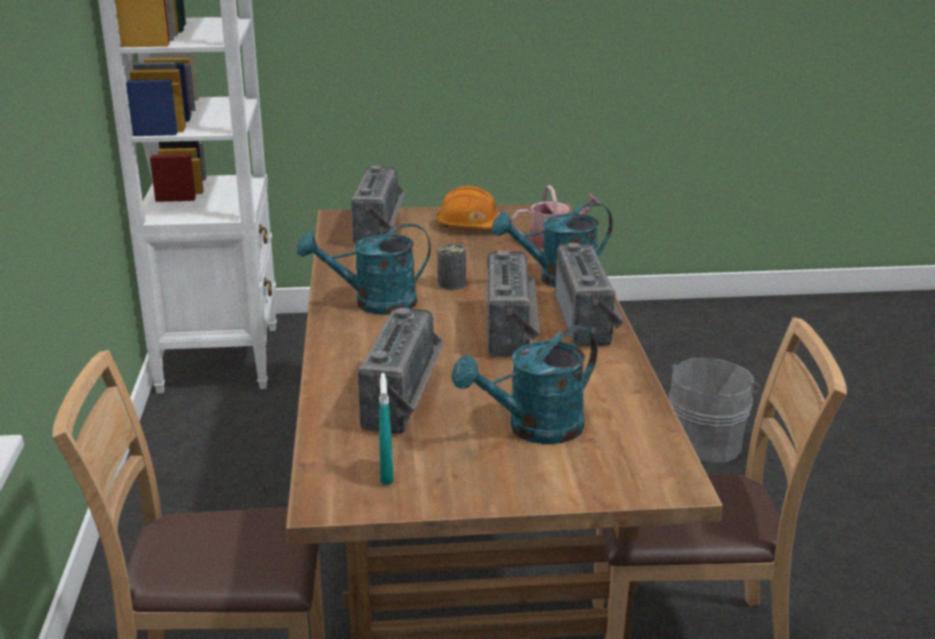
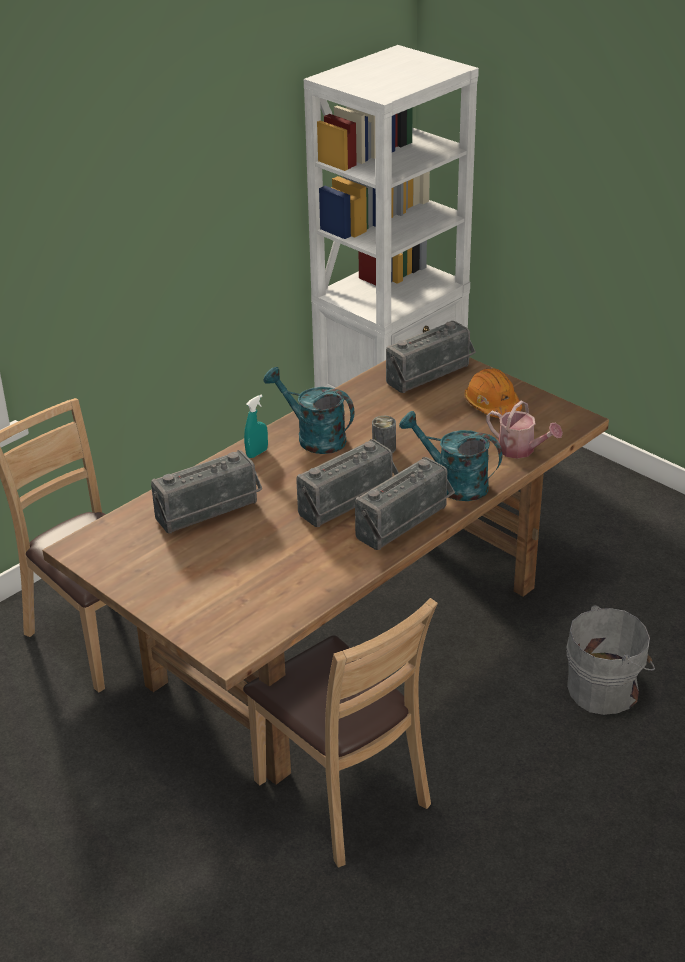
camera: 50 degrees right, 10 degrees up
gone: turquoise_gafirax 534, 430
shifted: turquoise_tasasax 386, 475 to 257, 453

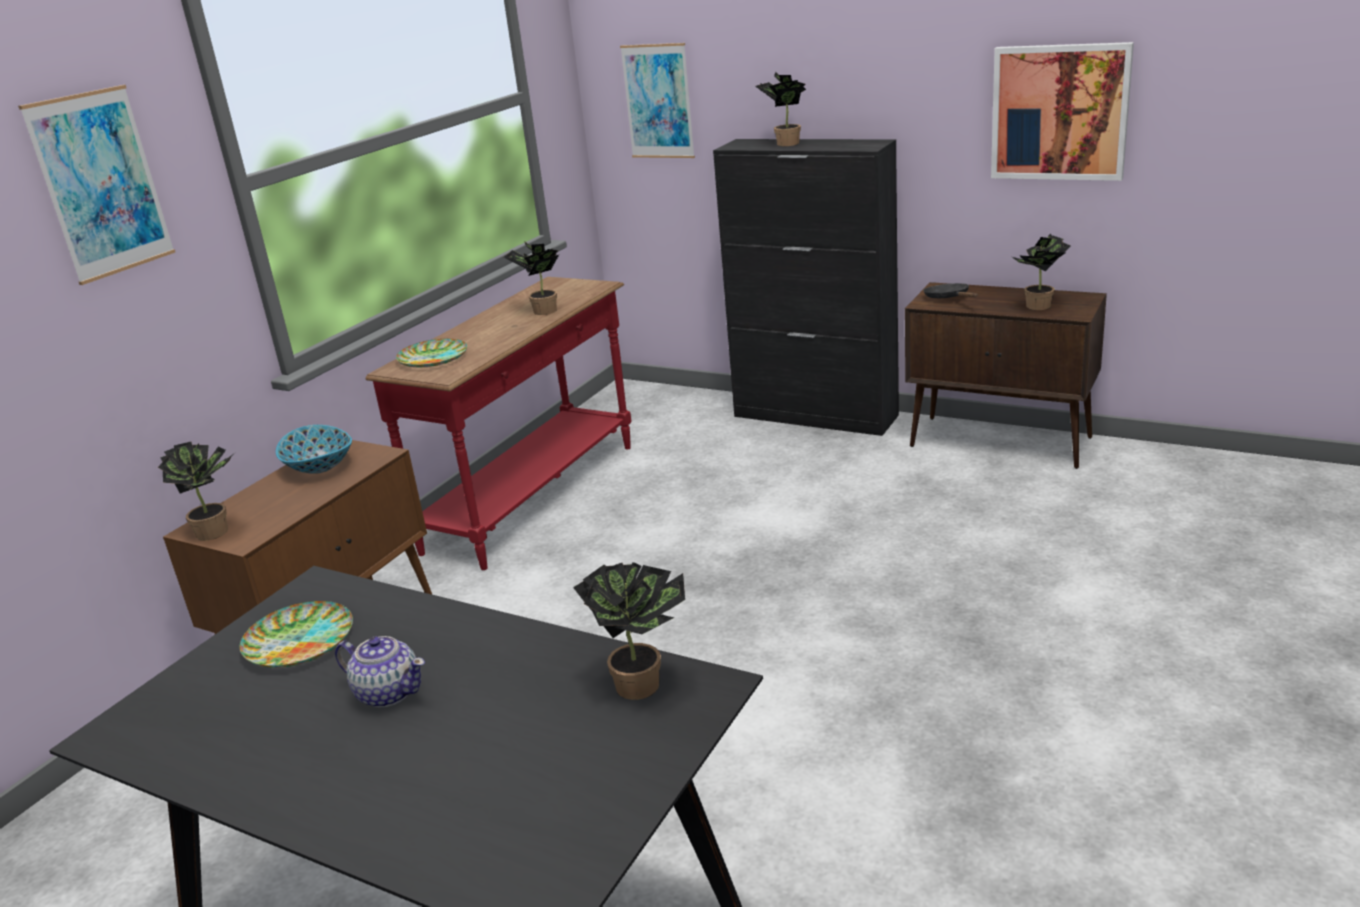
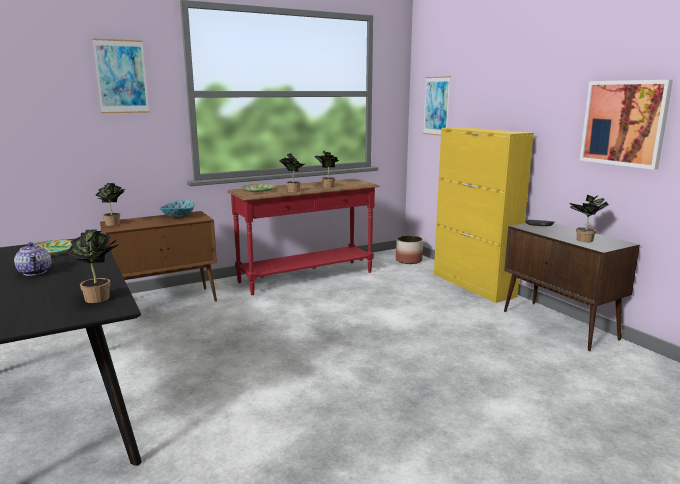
camera: 30 degrees right, 10 degrees down
new: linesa 409, 260
shifted: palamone 784, 144 to 292, 190
repainted: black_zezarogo 816, 416 to yellow_zezarogo 473, 285

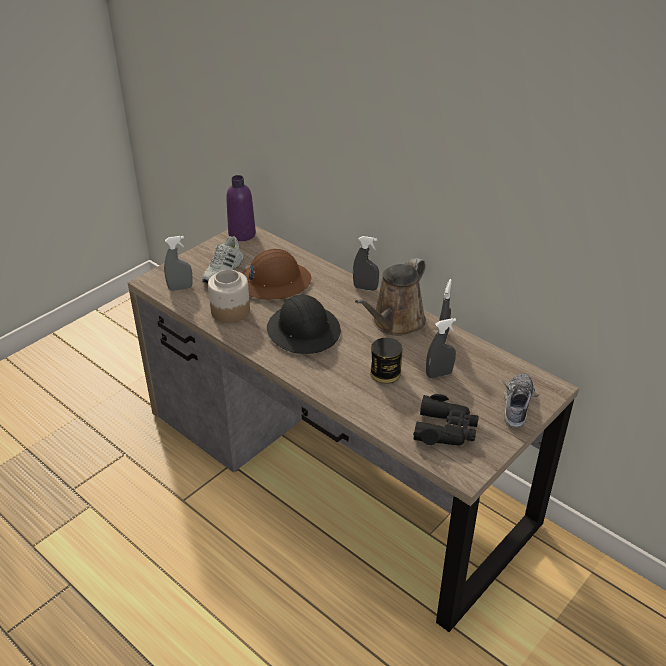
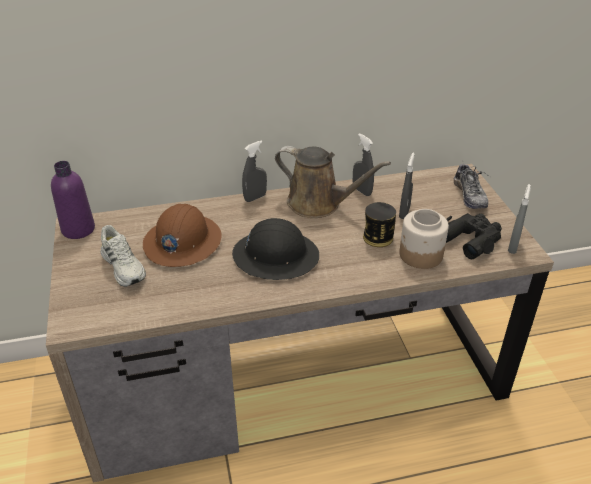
camera: 55 degrees left, 0 degrees up
shifted: grey_tasasax 180, 288 to 513, 246; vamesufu 230, 311 to 420, 255
rotated: brown_gafirax 395, 323 = 319, 204 45 degrees counterclockwise; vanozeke 517, 405 = 469, 195 150 degrees counterclockwise

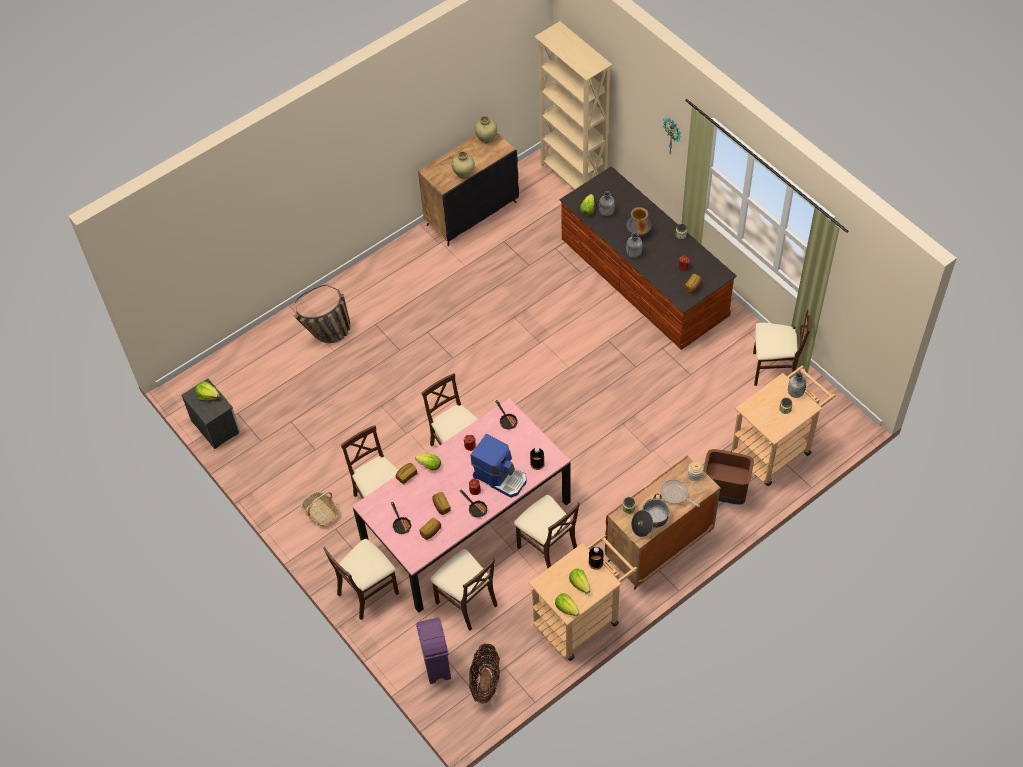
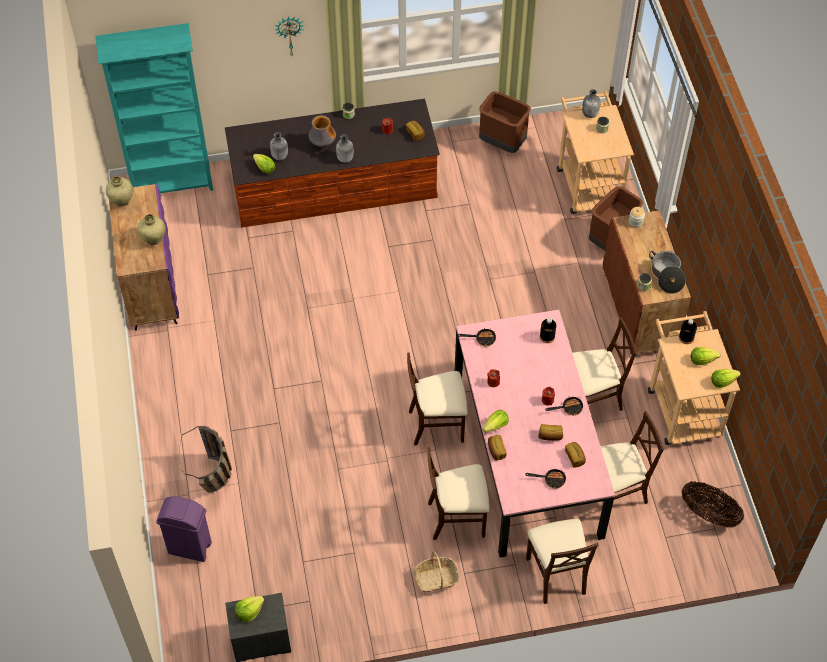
camera: 65 degrees left, 0 degrees up
gone: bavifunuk 500, 477; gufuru 675, 494
shifted: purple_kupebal 437, 665 to 189, 547
swapped: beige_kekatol 774, 369 to brown_kupebal 503, 143
repainted: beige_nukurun 573, 178 to turquoise_nukurun 173, 184; black_zezarogo 472, 213 to purple_zezarogo 150, 285

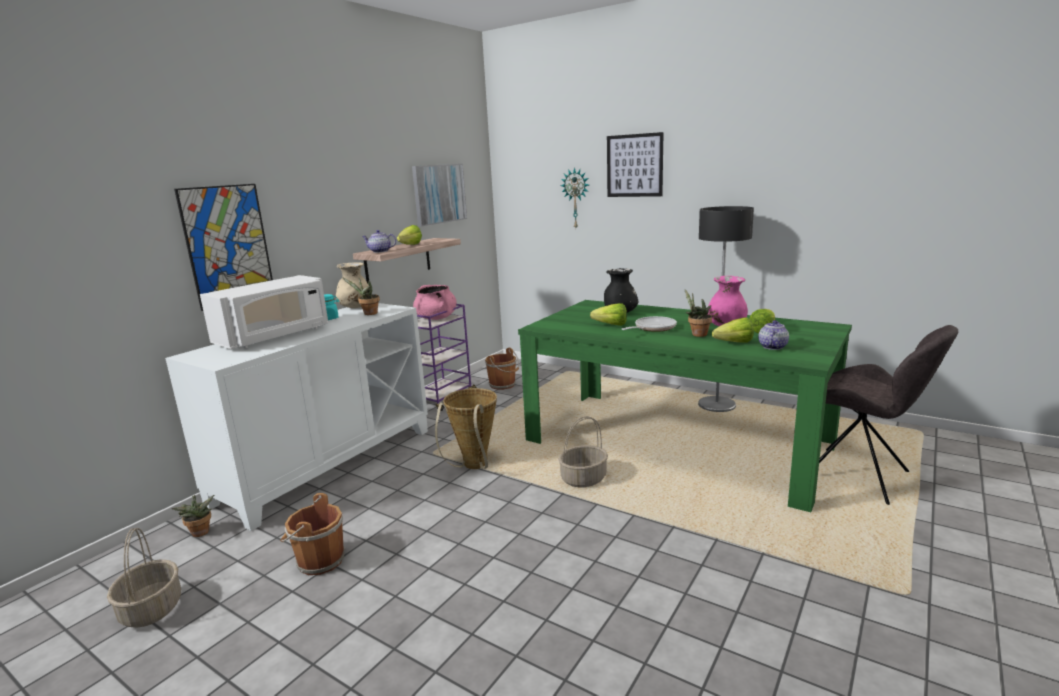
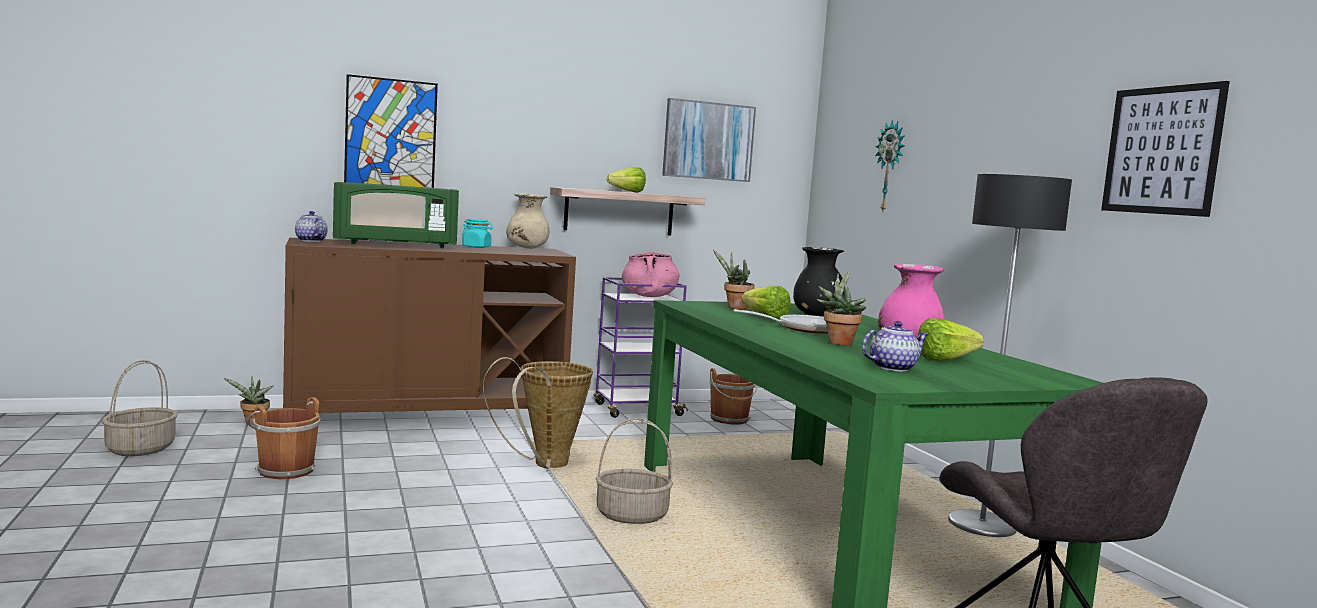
camera: 35 degrees right, 10 degrees down
gone: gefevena 730, 343
shifted: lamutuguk 634, 165 to 1162, 150; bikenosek 380, 251 to 310, 240; palamone 368, 314 to 734, 308
repainted: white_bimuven 274, 336 to green_bimuven 396, 244; white_zezarogo 327, 465 to brown_zezarogo 427, 418

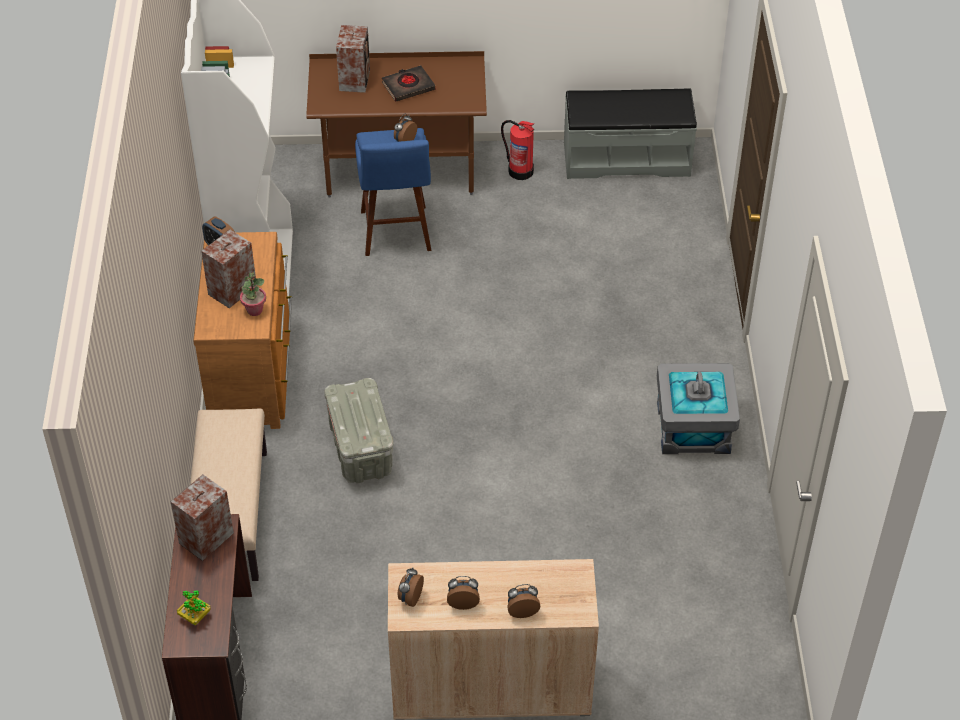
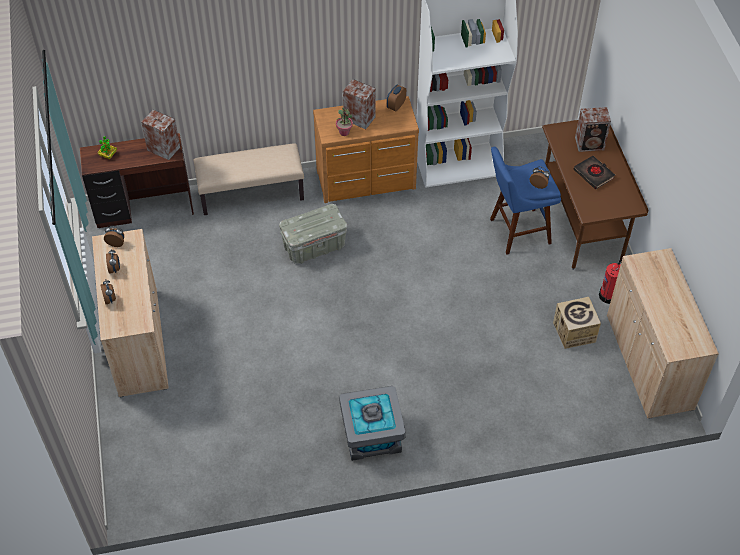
camera: 80 degrees right, 5 degrees up
new: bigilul 574, 332
swapped: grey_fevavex 626, 158 to beige_zezarogo 648, 362

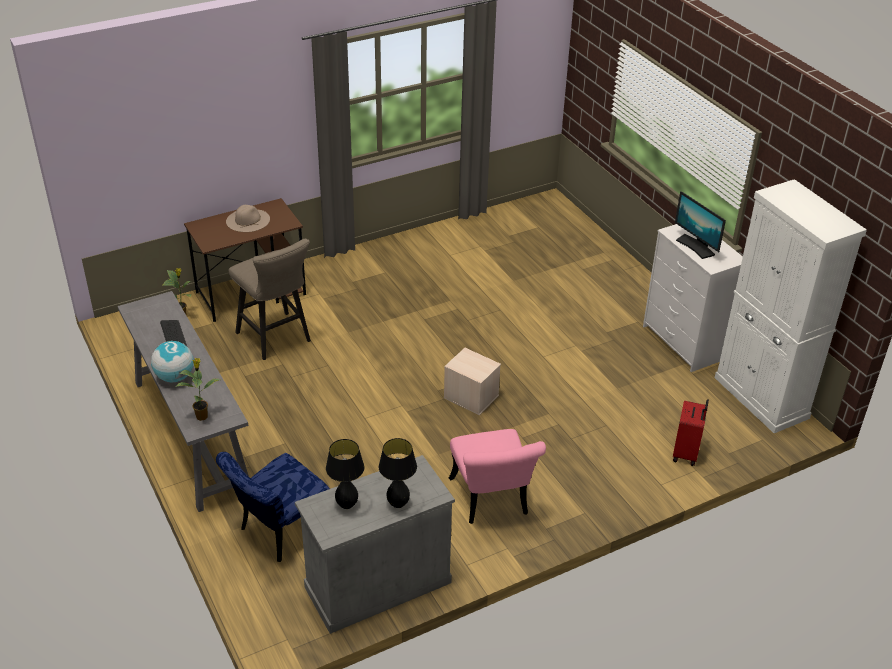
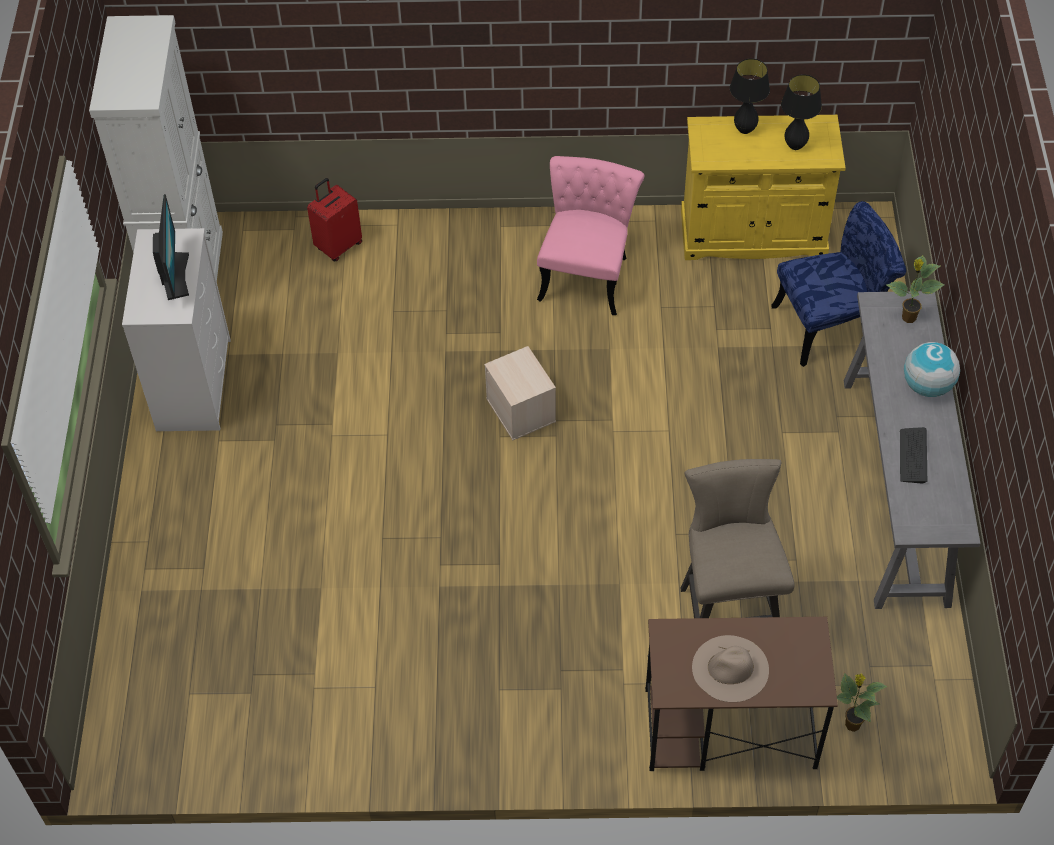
camera: 150 degrees left, 15 degrees up
repainted: grey_zezarogo 377, 584 to yellow_zezarogo 753, 234

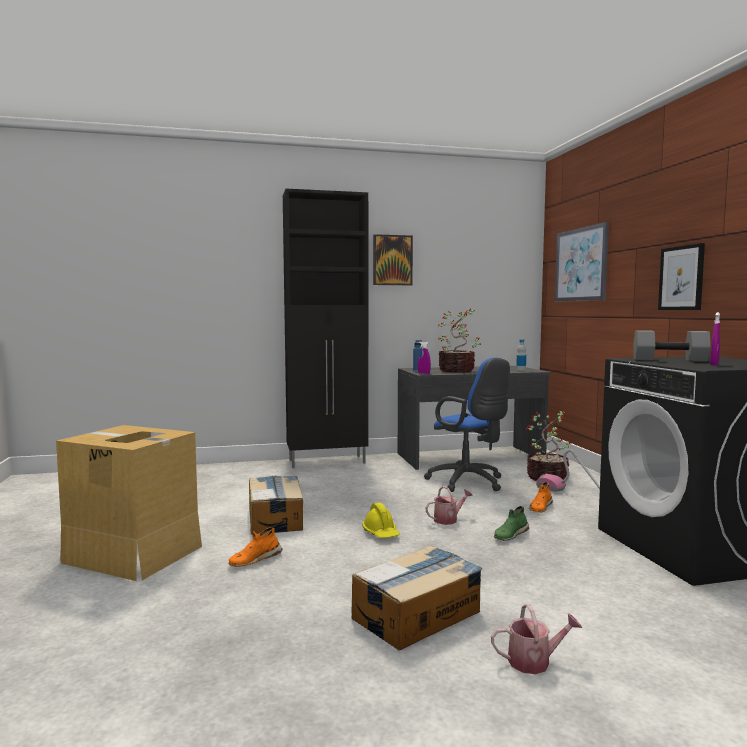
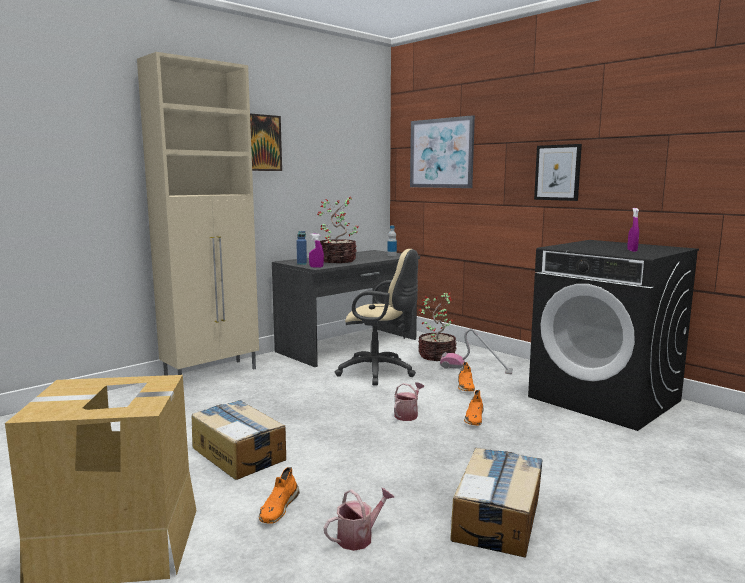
camera: 30 degrees left, 5 degrees up
gone: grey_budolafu 670, 360; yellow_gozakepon 381, 533
shifted: gafirax 534, 661 to 359, 537
repainted: black_zezarogo 328, 461 to beige_zezarogo 213, 373; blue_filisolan 469, 483 to beige_filisolan 380, 372; green_vanozeke 510, 535 to orange_vanozeke 474, 418

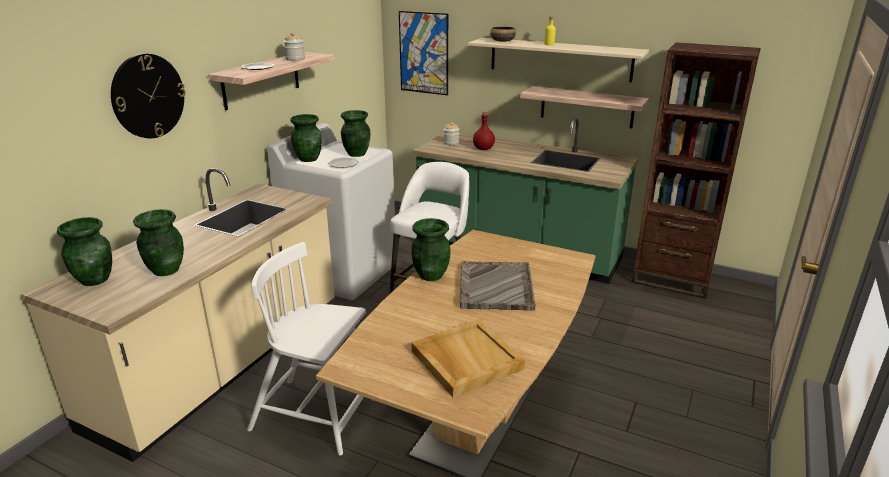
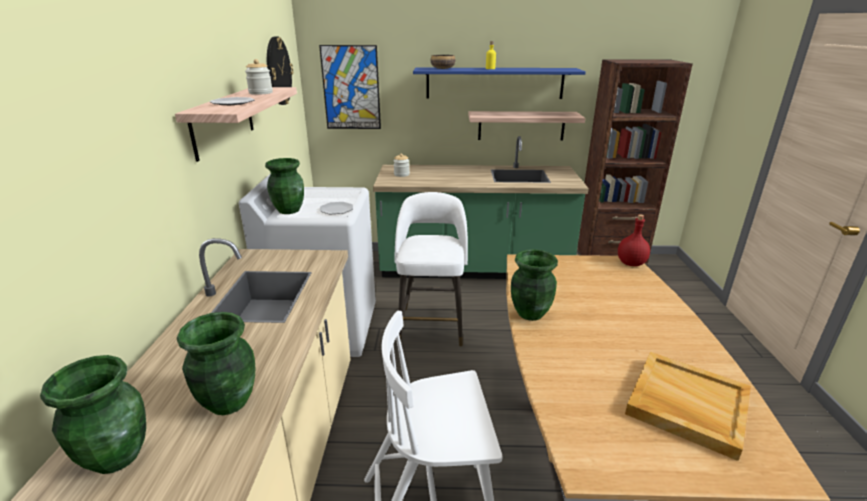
camera: 25 degrees left, 0 degrees up
gone: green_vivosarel 356, 154; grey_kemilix 495, 287
shifted: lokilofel 148, 96 to 278, 71; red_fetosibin 483, 149 to 631, 263
repainted: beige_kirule 559, 59 to blue_kirule 494, 83

